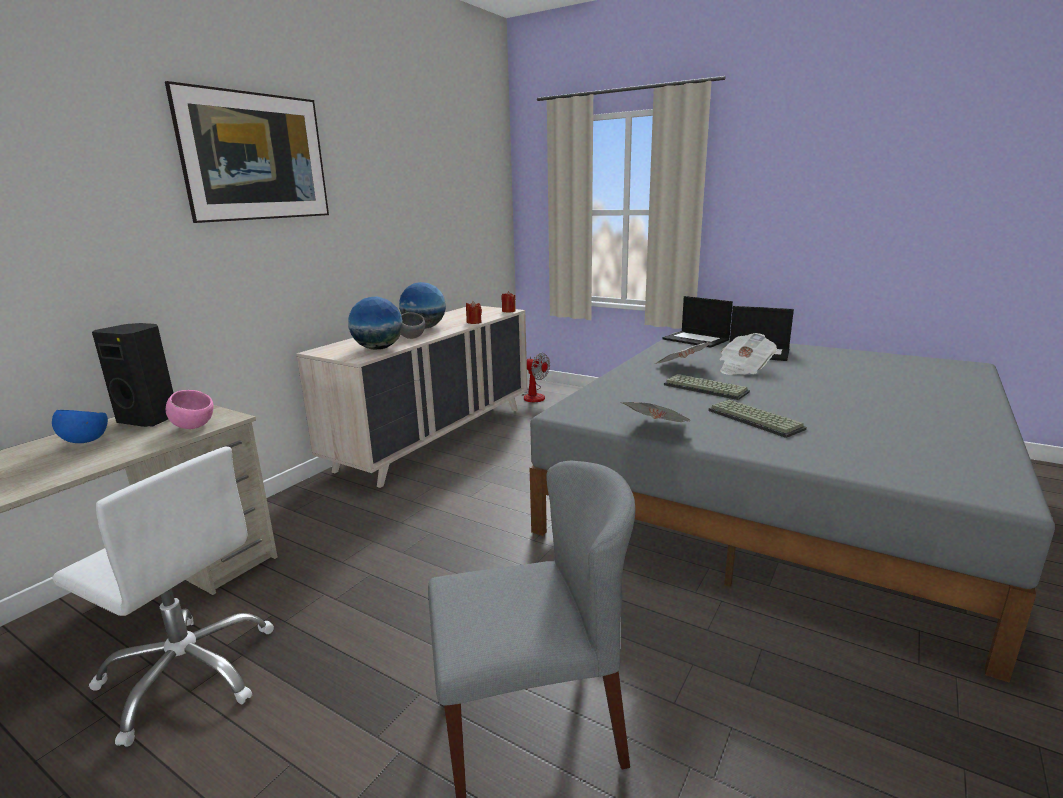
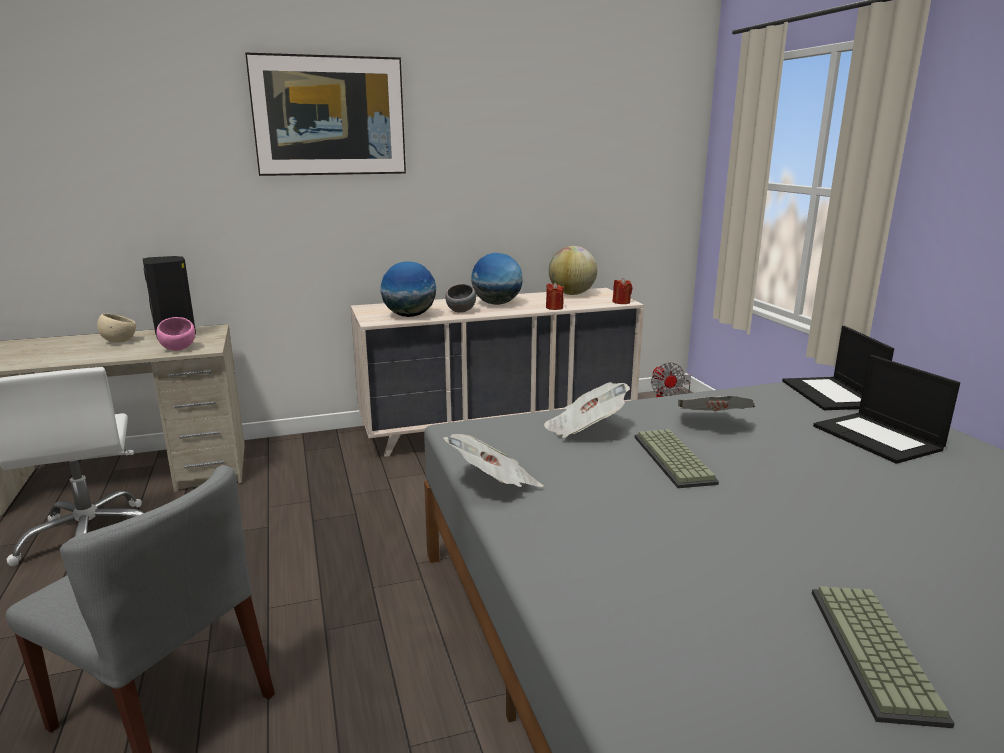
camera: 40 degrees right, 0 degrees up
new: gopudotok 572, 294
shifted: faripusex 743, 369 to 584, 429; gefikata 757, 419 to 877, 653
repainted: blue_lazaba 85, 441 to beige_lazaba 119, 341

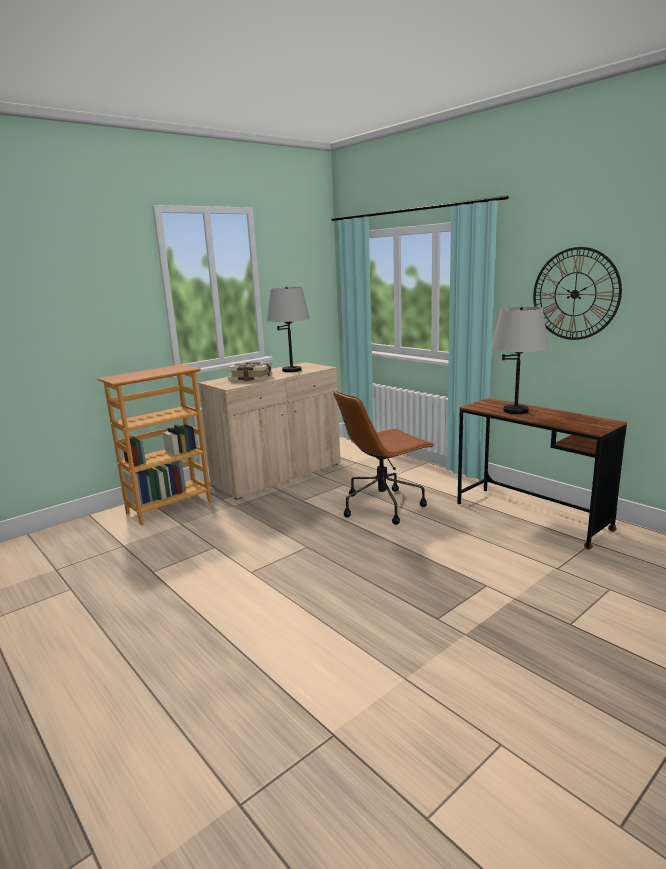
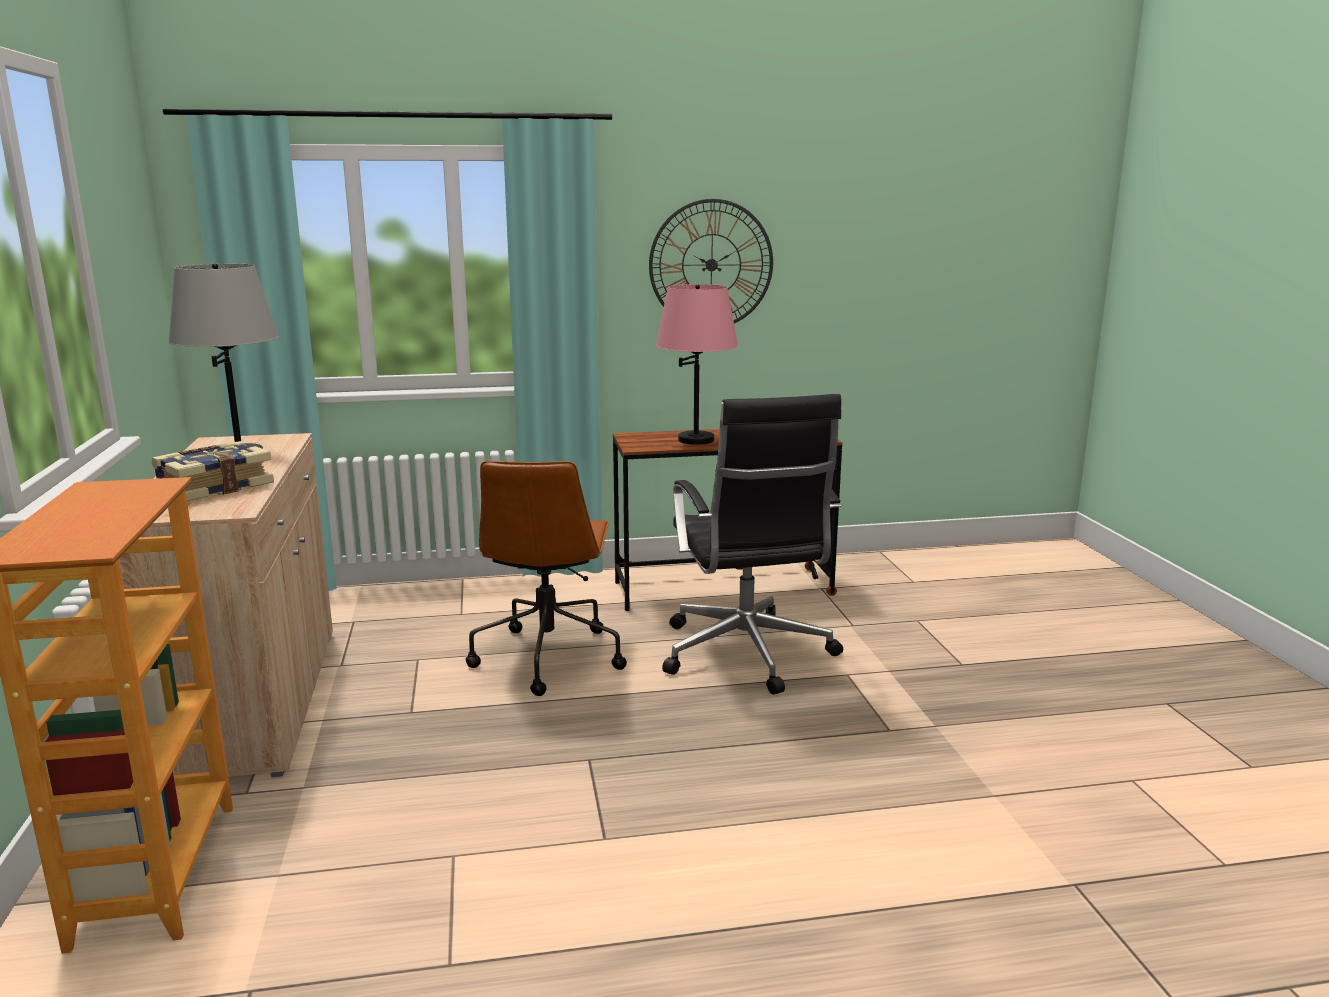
camera: 60 degrees left, 0 degrees up
new: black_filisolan 747, 655
repainted: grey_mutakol 516, 411 to pink_mutakol 696, 440

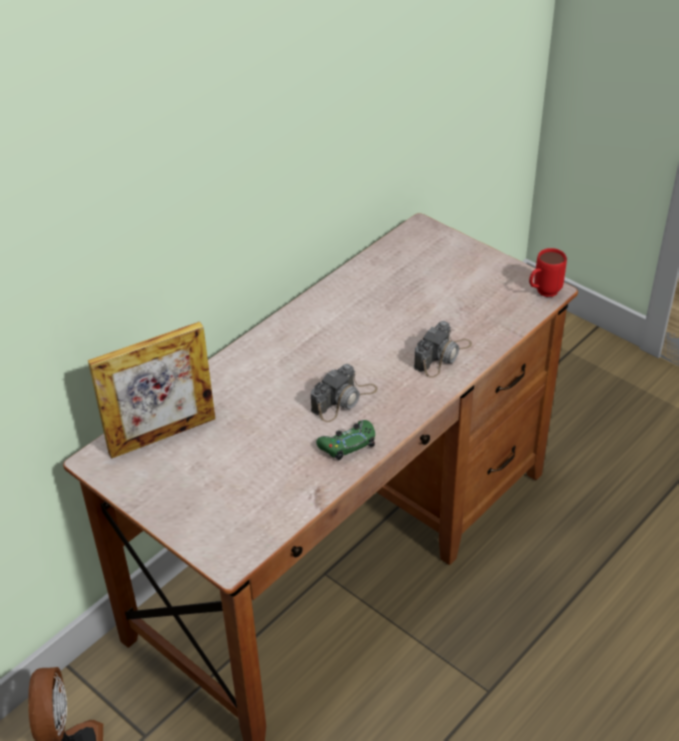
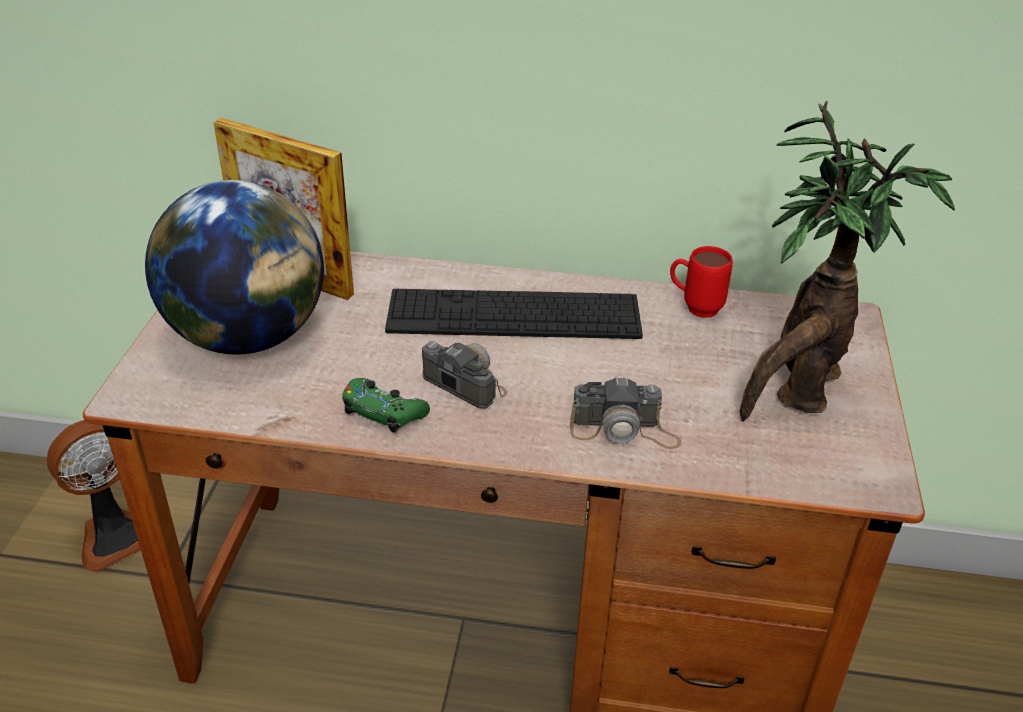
camera: 55 degrees right, 5 degrees down
new: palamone 797, 392; gopudotok 248, 337; gefikata 514, 314
shifted: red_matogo 542, 293 to 694, 307
rotated: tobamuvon 344, 399 = 460, 378 150 degrees counterclockwise

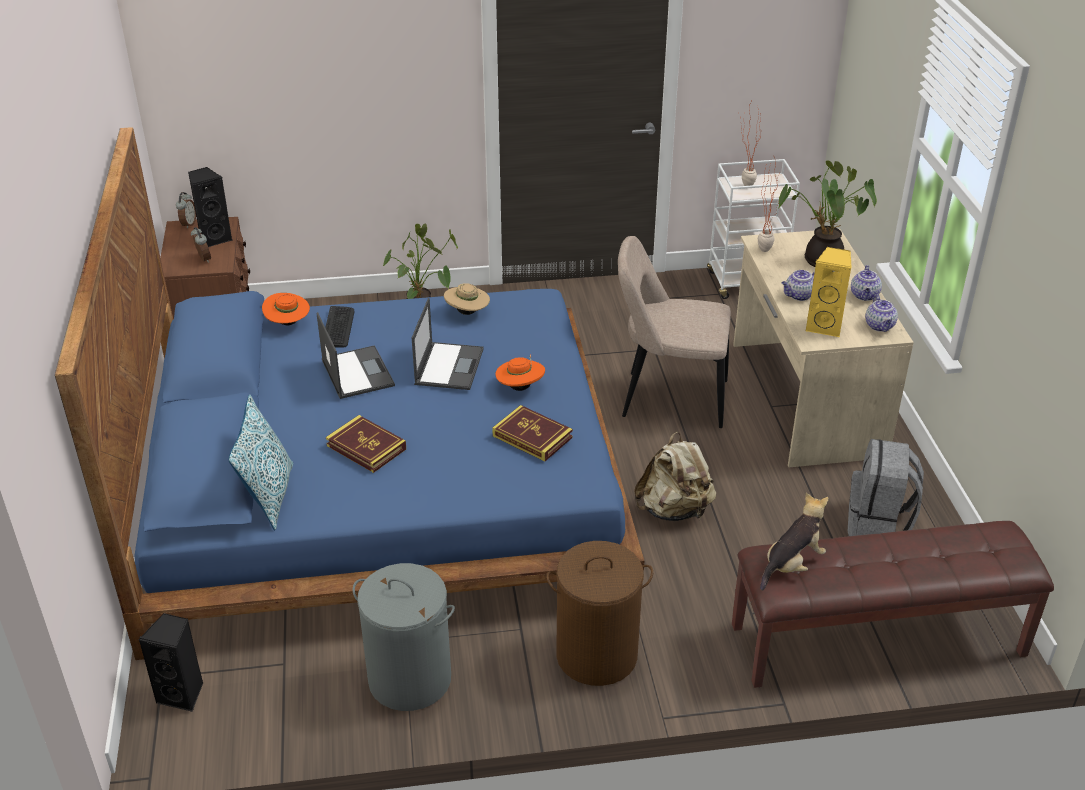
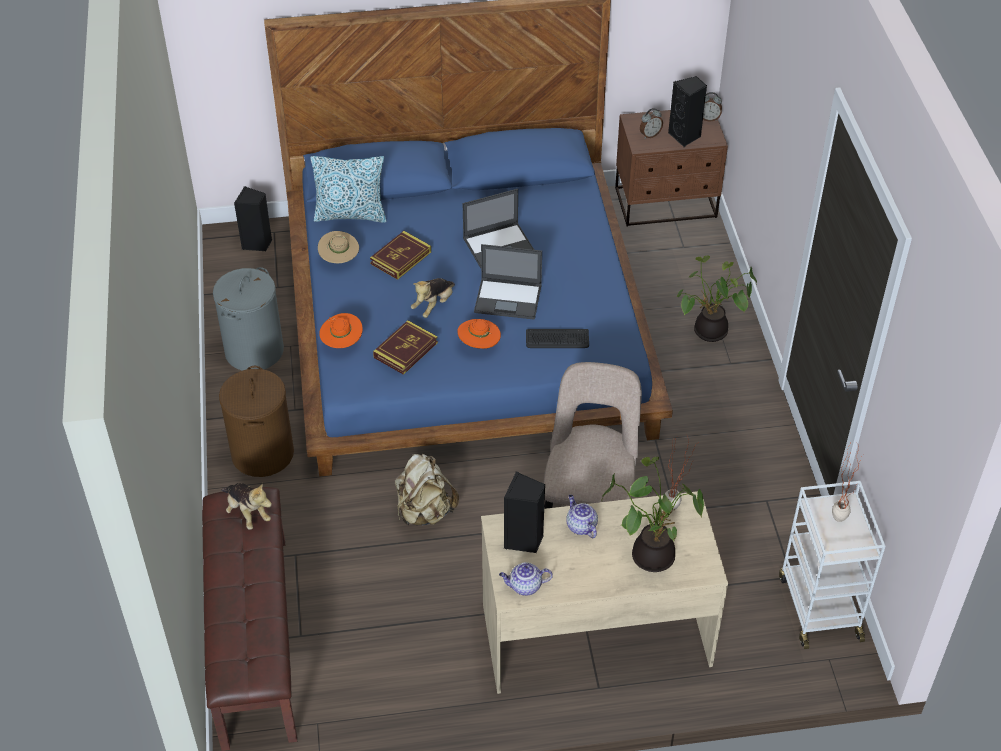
camera: 90 degrees right, 10 degrees up
gone: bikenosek 864, 296; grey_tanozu 878, 523
new: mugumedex 434, 305
shifted: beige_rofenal 467, 313 to 339, 259; orange_rofenal 288, 323 to 342, 342; gefikata 338, 327 to 557, 339
repainted: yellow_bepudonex 825, 326 to black_bepudonex 524, 540

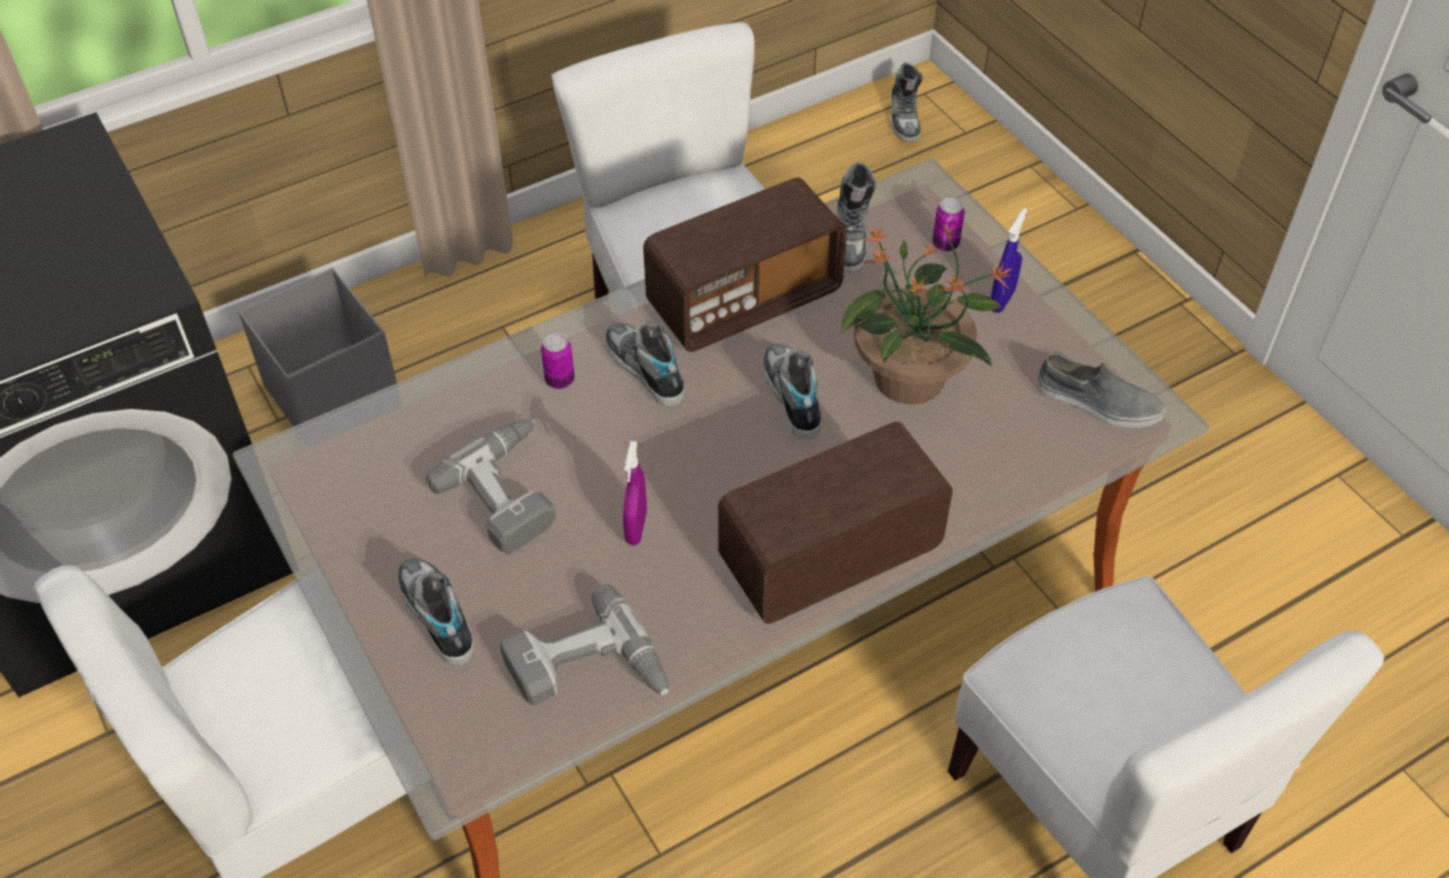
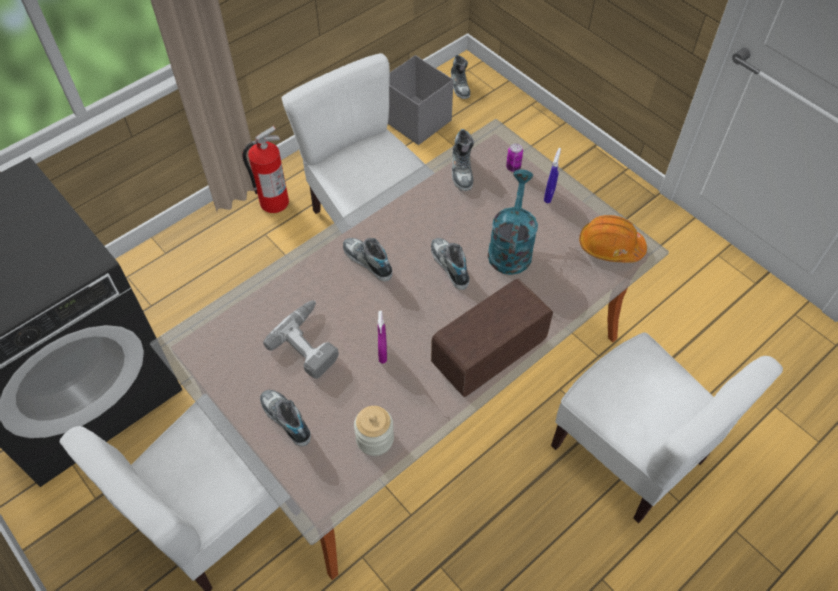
camera: 10 degrees left, 5 degrees up
gone: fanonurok 744, 301; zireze 560, 380
new: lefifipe 273, 202
shifted: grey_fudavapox 333, 396 to 416, 120
swapped: palamone 911, 379 to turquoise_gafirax 510, 247; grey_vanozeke 1098, 402 to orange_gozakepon 610, 246; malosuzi 588, 673 to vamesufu 375, 439

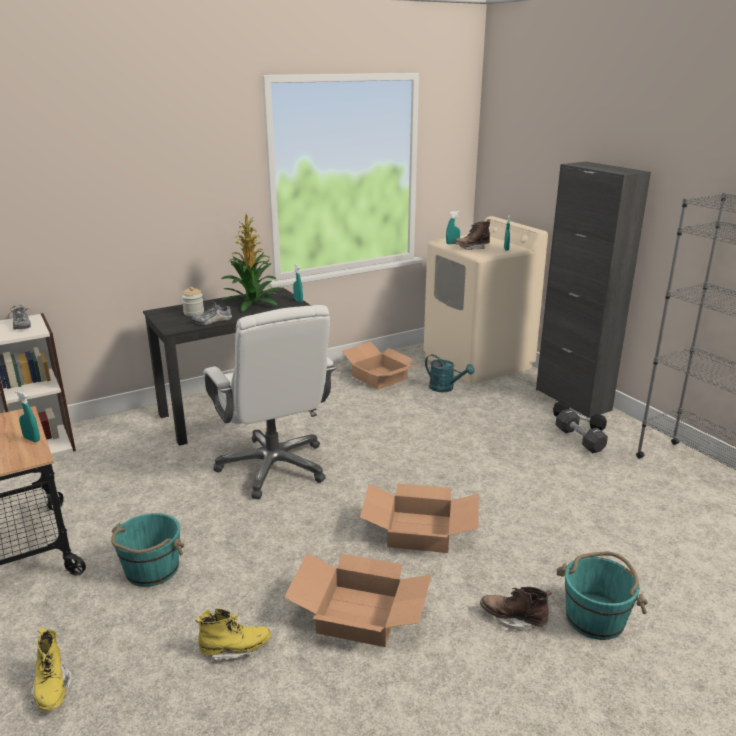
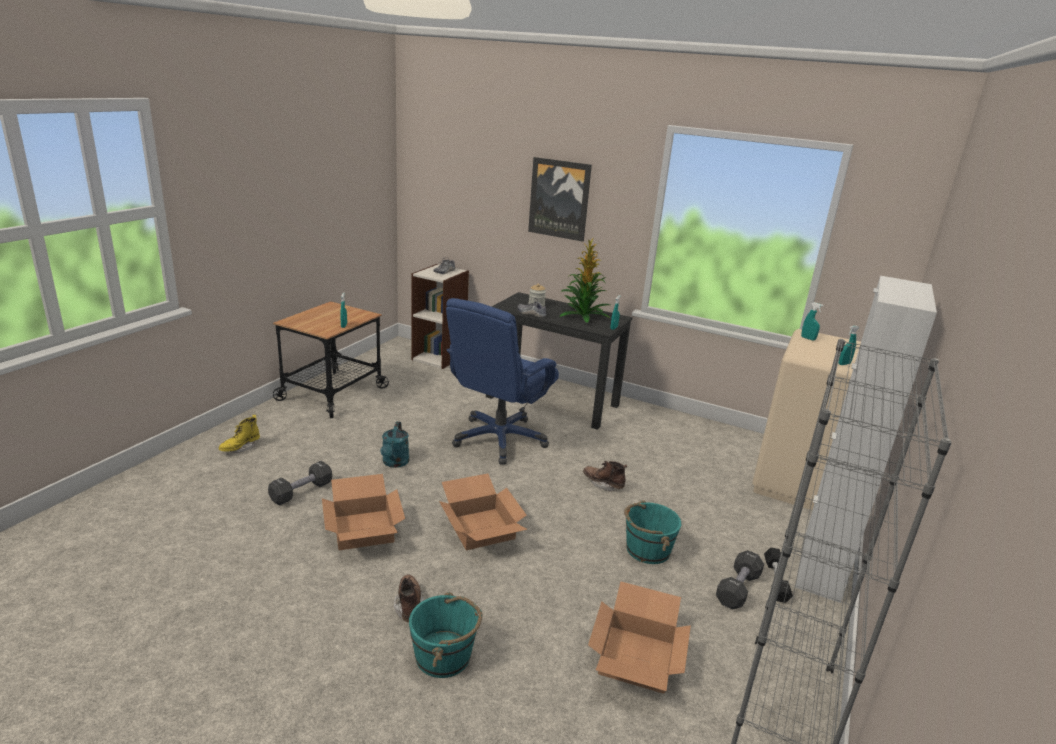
camera: 55 degrees right, 0 degrees up
new: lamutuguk 559, 199
shifted: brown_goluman 471, 248 to 603, 484; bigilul 378, 377 to 635, 657; turquoise_gafirax 445, 388 to 394, 463; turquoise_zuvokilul 151, 570 to 647, 550
swapped: yellow_goluman 235, 649 to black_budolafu 301, 492
repainted: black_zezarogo 572, 400 to white_zezarogo 821, 567; white_filisolan 274, 467 to blue_filisolan 499, 439

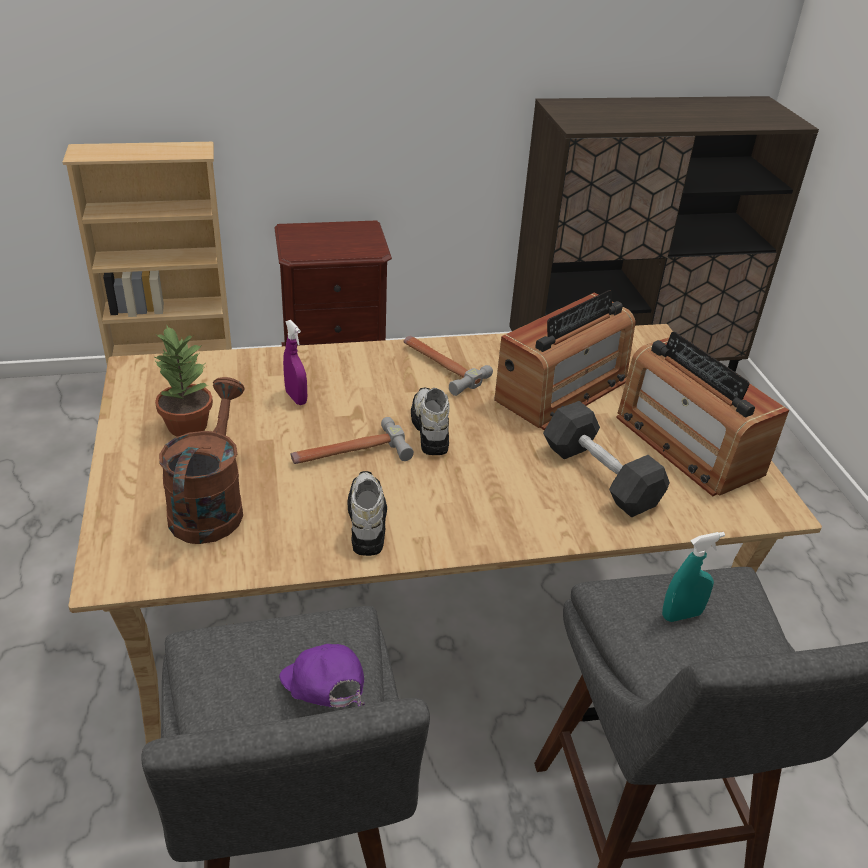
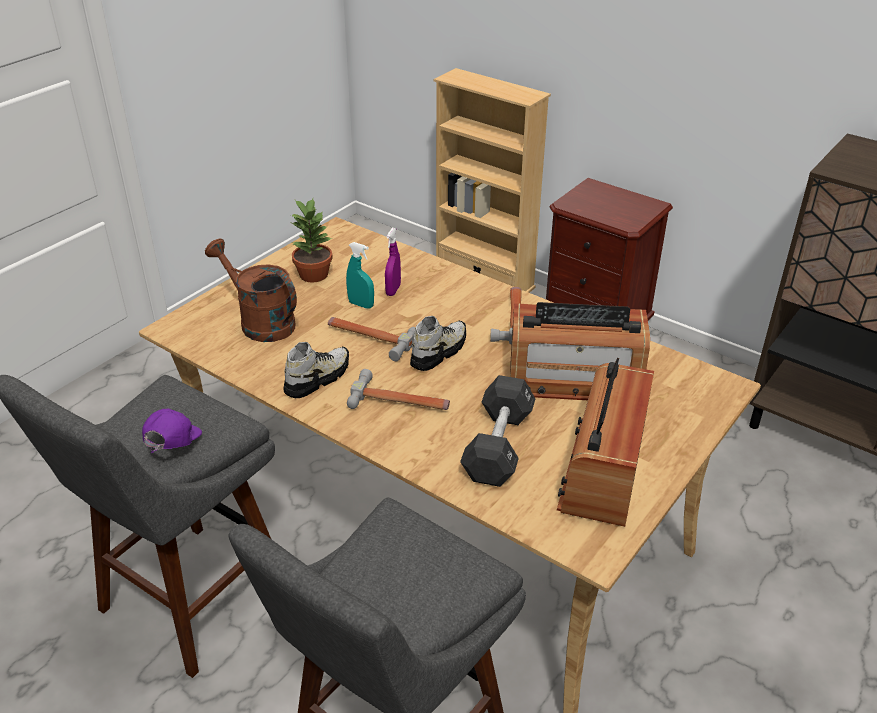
camera: 50 degrees right, 0 degrees up
new: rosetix 400, 402
shifted: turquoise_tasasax 681, 615 to 361, 304
rotated: brown_gafirax 210, 505 = 260, 322 105 degrees counterclockwise

